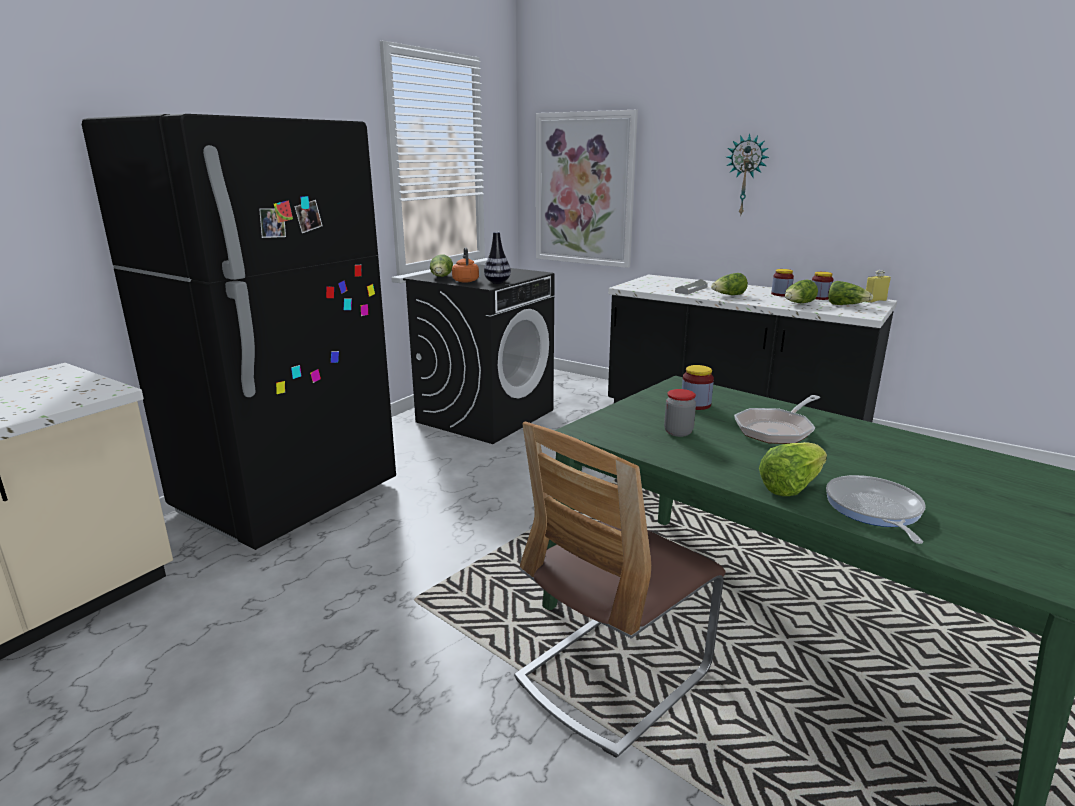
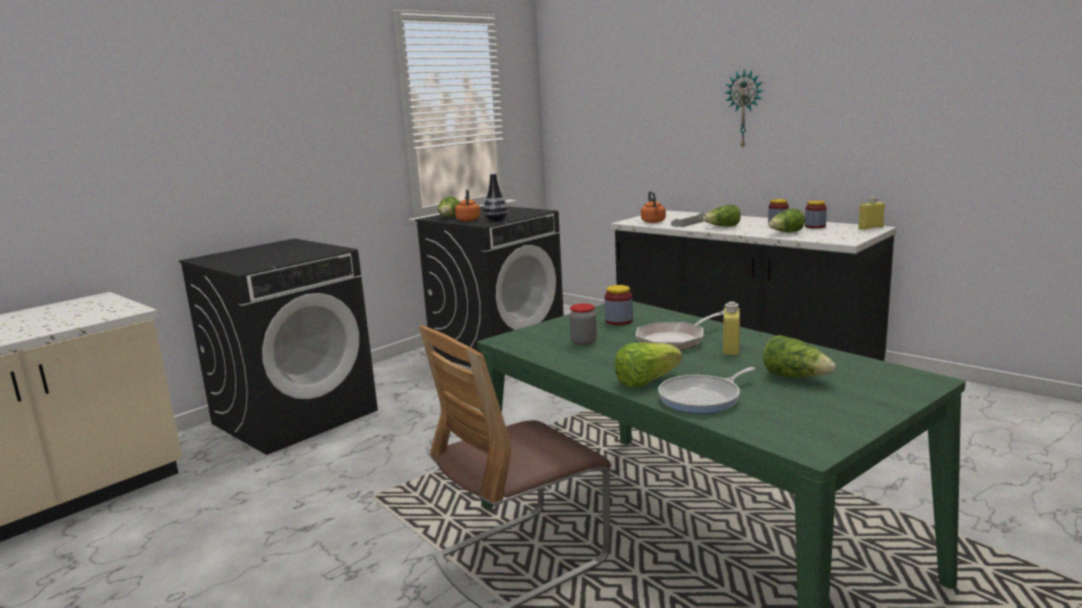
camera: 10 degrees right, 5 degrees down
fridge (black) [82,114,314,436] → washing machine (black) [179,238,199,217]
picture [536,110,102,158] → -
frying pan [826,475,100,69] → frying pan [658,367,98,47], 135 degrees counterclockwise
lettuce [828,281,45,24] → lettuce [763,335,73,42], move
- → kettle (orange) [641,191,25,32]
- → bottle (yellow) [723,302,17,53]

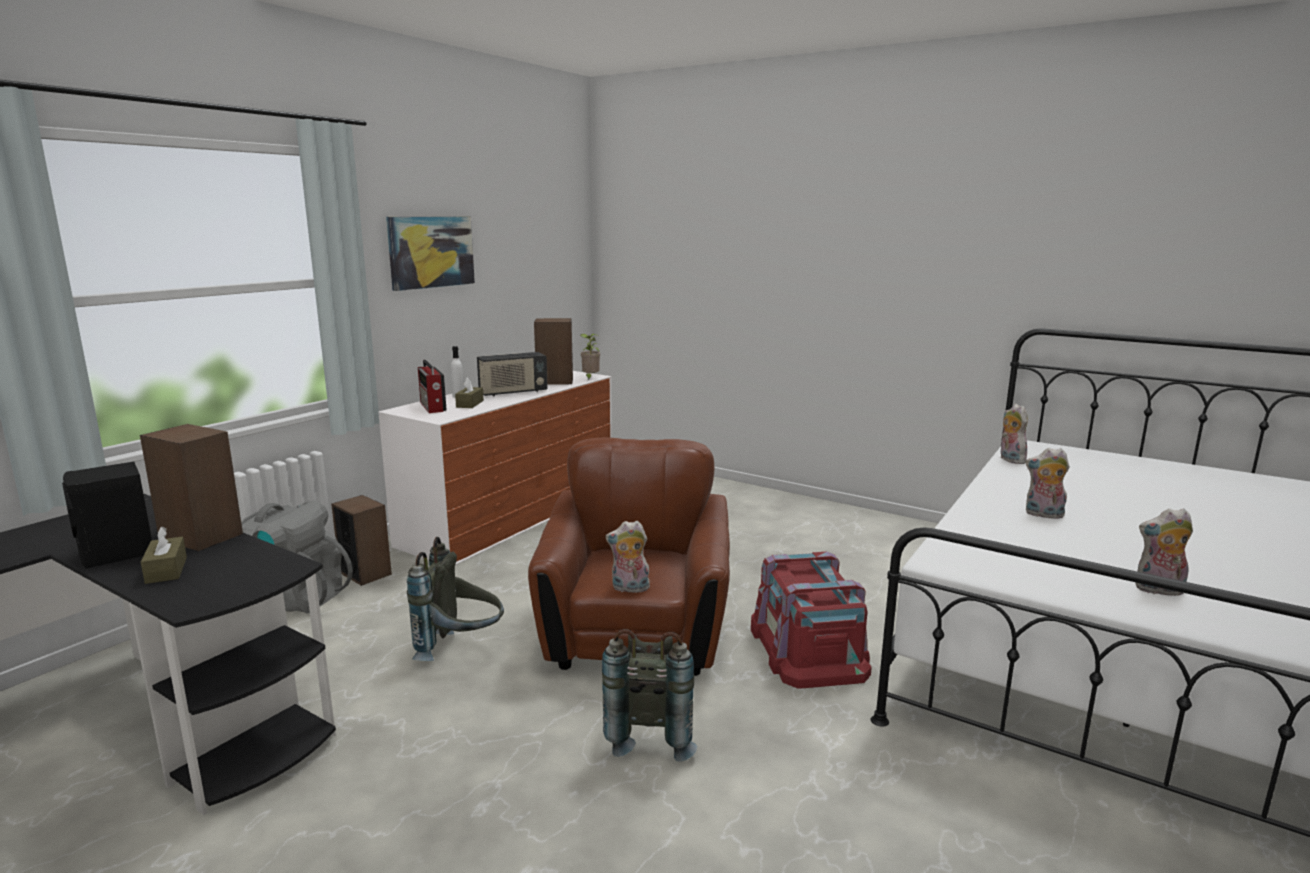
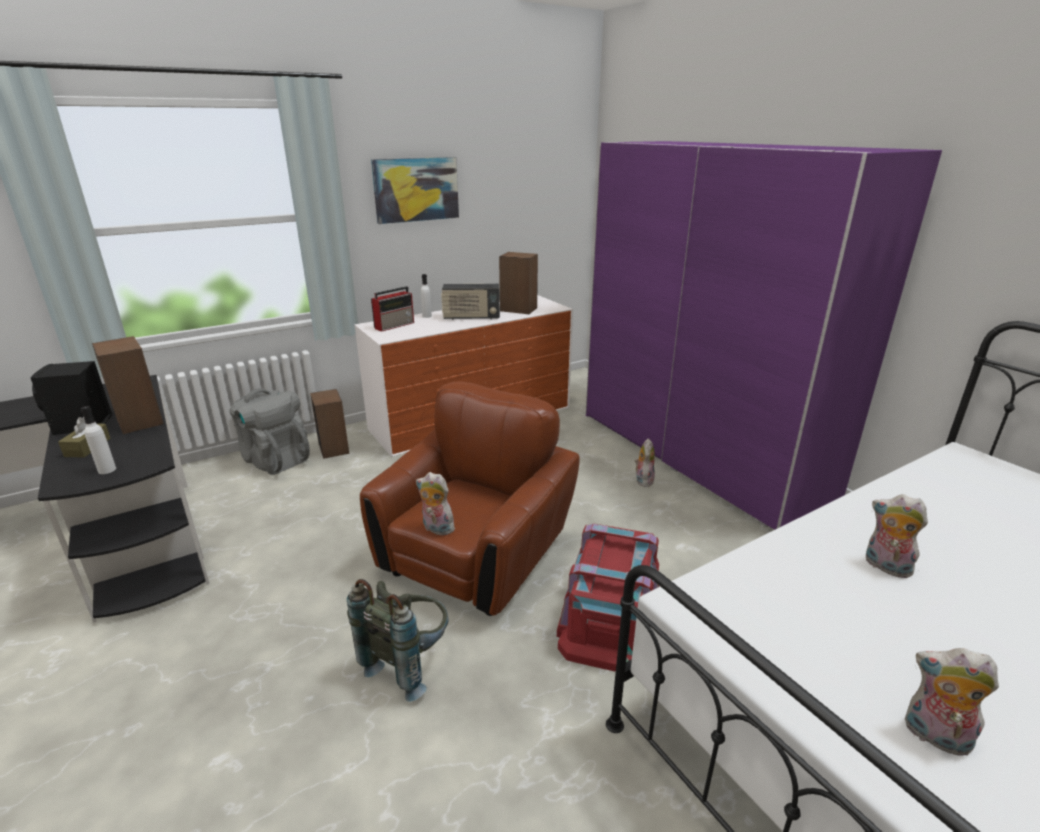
camera: 25 degrees right, 10 degrees up
backpack (grey) [407,537,97,124] → -
radio [418,360,28,53] → radio [371,286,43,46], 135 degrees counterclockwise
tissue box (brown) [455,377,29,31] → -
potted plant [580,334,20,46] → -
plush toy [1001,404,27,60] → plush toy [634,438,21,49], move
- → bottle (white) [81,406,35,68]
- → wardrobe (purple) [586,141,356,389]

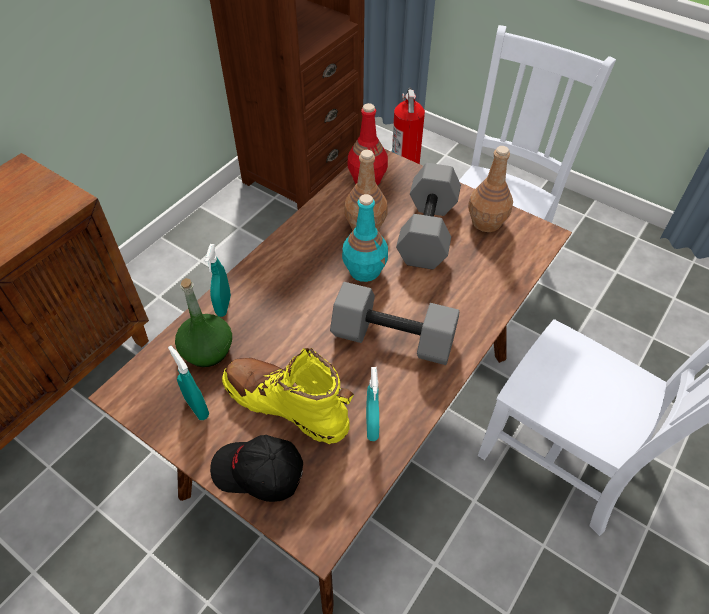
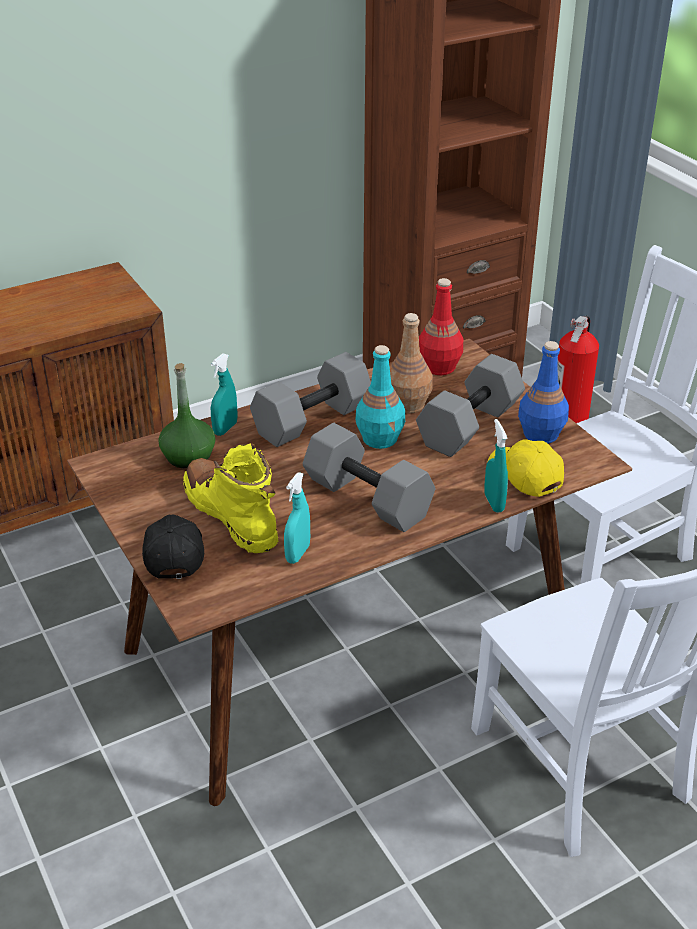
camera: 25 degrees right, 15 degrees down
spray bottle (turquoise) [168,346,41,74] → spray bottle (turquoise) [484,419,24,94], move
cap (black) [210,435,93,67] → cap (black) [142,514,62,65], 45 degrees clockwise
bottle (brown) [468,146,45,86] → bottle (blue) [518,341,51,103]
- → dumbbell (grey) [250,352,121,95]
- → cap (yellow) [488,439,76,58]

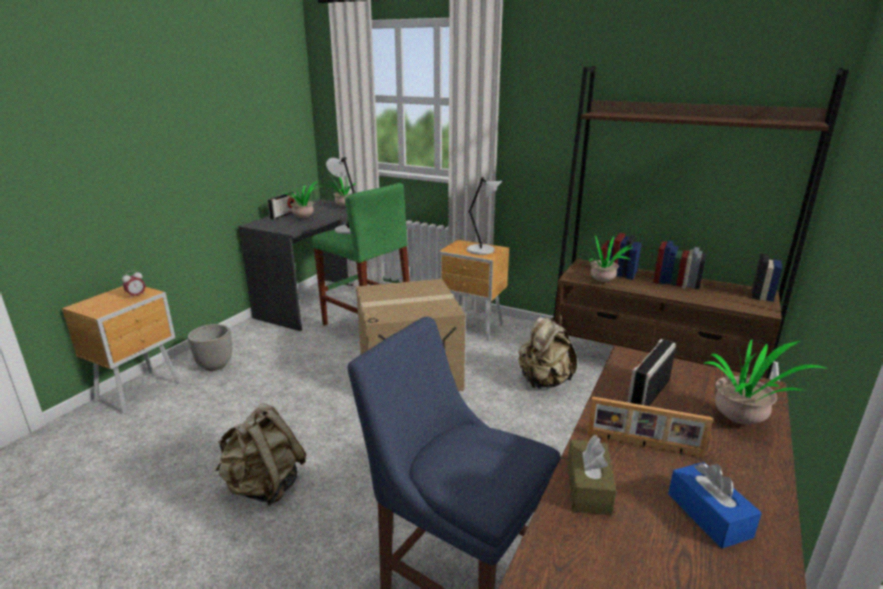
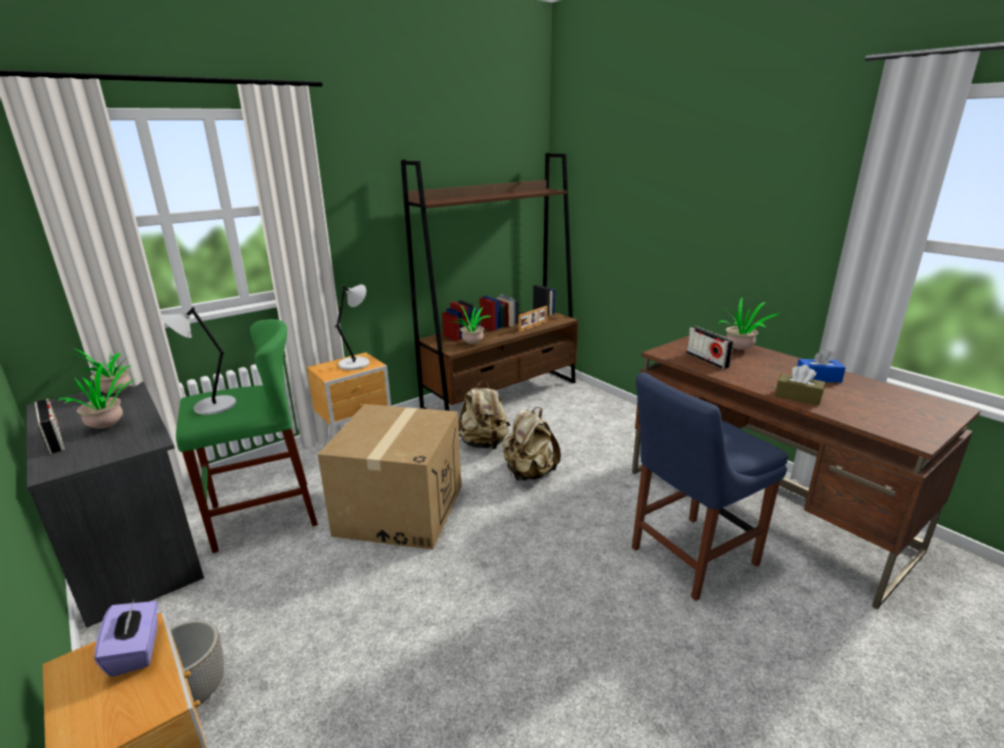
camera: 65 degrees left, 0 degrees up
alarm clock [122,270,23,29] → tissue box (purple) [94,600,64,77]
backpack (beige) [215,403,92,103] → backpack (beige) [502,407,59,74], move
picture frame [587,396,126,62] → picture frame [519,306,29,26], move

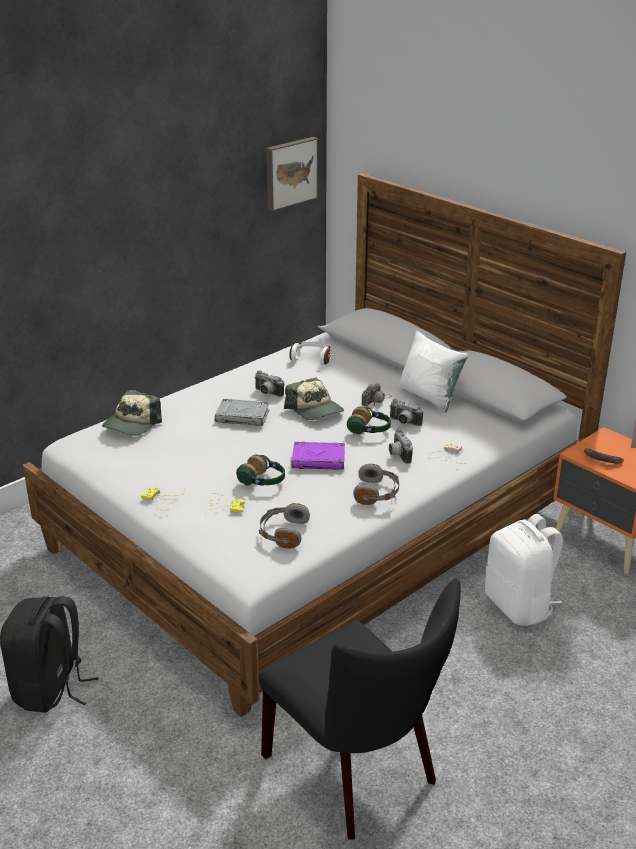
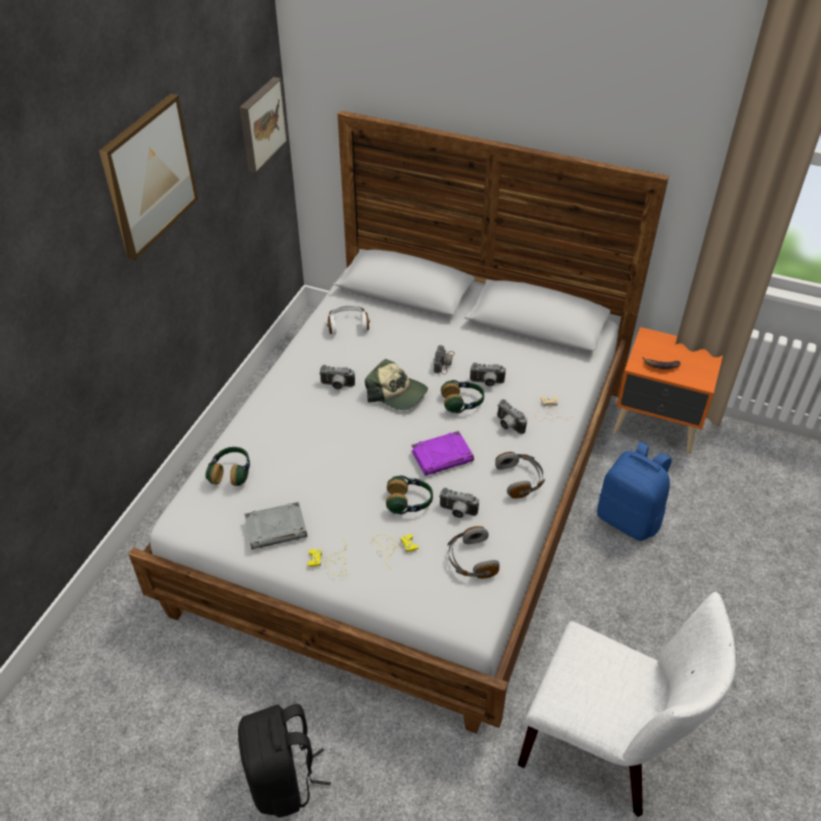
camera: 25 degrees left, 15 degrees up
cap [102,390,60,46] → headphones [206,447,44,39]
book (grey) [215,399,55,27] → book (grey) [244,502,63,47], move
chair (black) [259,578,202,262] → chair (white) [518,592,218,225]
pillow (white) [399,330,70,83] → -
backpack (white) [485,514,78,112] → backpack (blue) [597,442,75,99]
- → picture [99,94,99,166]
- → photo camera [439,488,40,30]

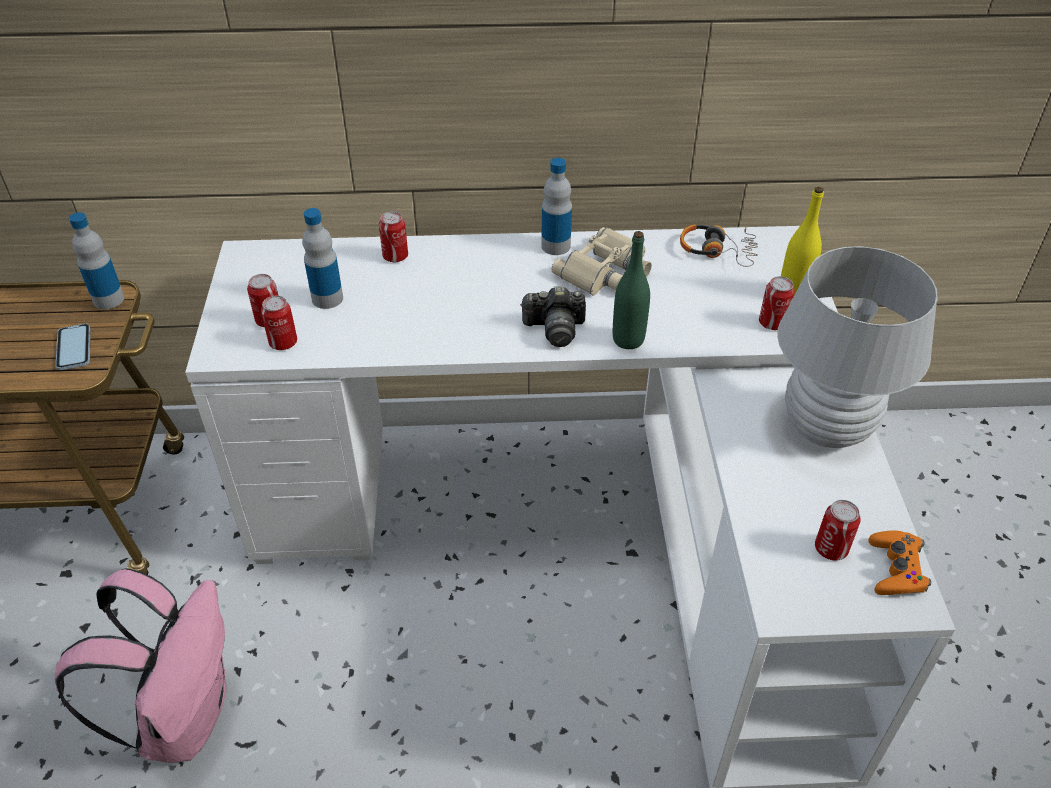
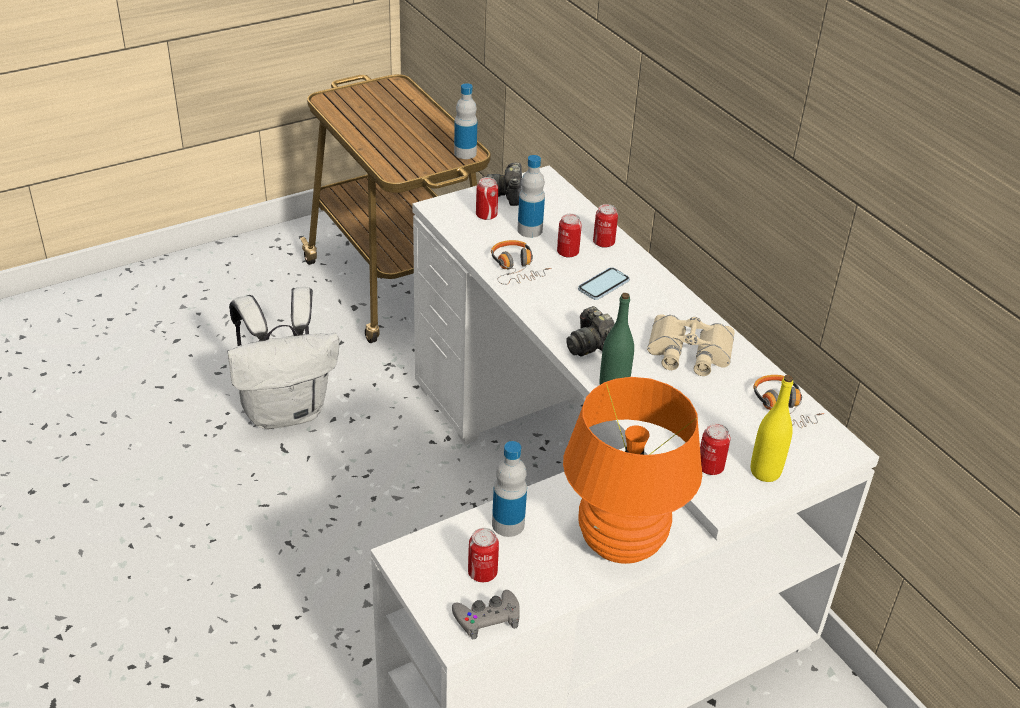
camera: 60 degrees right, 5 degrees down
phone [55,324,36,46] → phone [578,267,52,33], move
backpack (pink) [55,568,172,195] → backpack (white) [228,287,111,142]
can [261,296,36,54] → can [557,214,25,44], move
bottle [541,158,31,97] → bottle [492,441,35,96], move
table lamp (white) [777,246,161,202] → table lamp (orange) [563,377,139,187]
game controller (orange) [868,530,63,65] → game controller (grey) [452,590,68,49]
- → photo camera [482,163,40,43]
- → headphones [491,240,61,45]

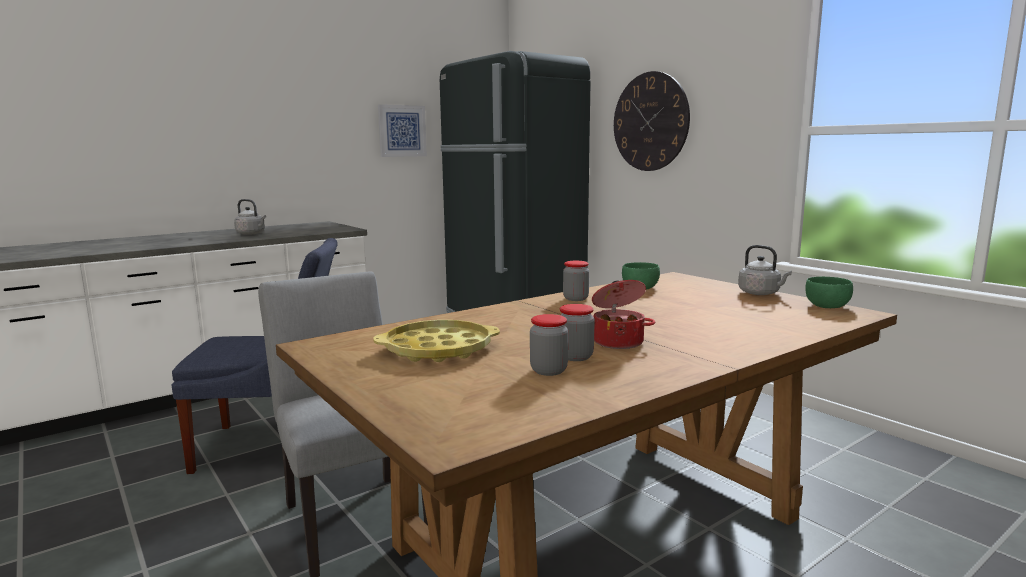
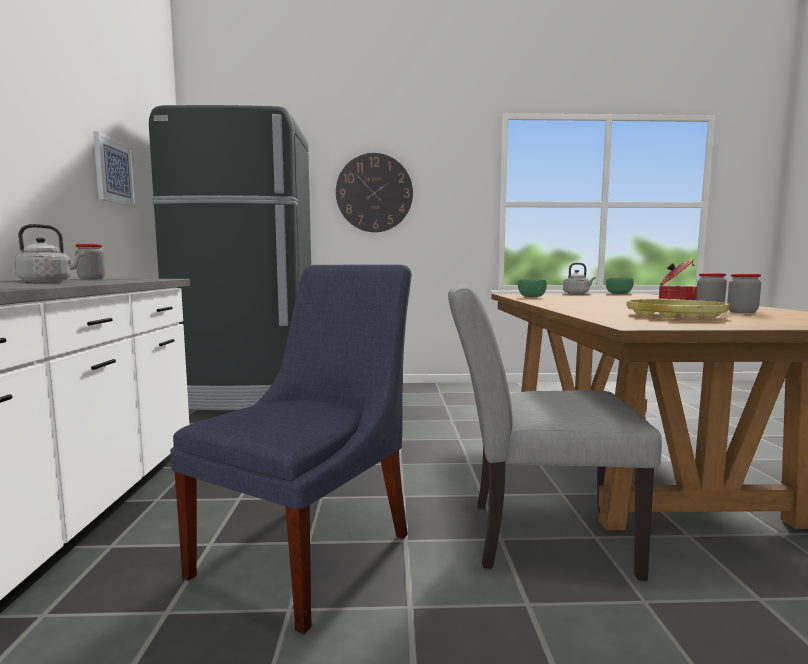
camera: 55 degrees left, 5 degrees down
jar [563,261,26,40] → jar [75,244,30,36], move

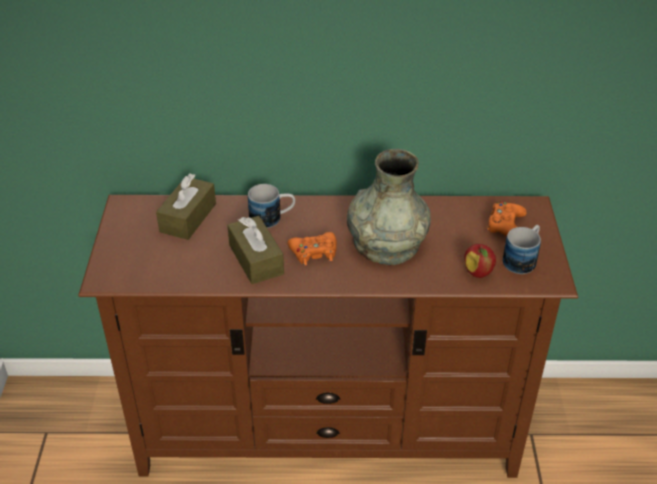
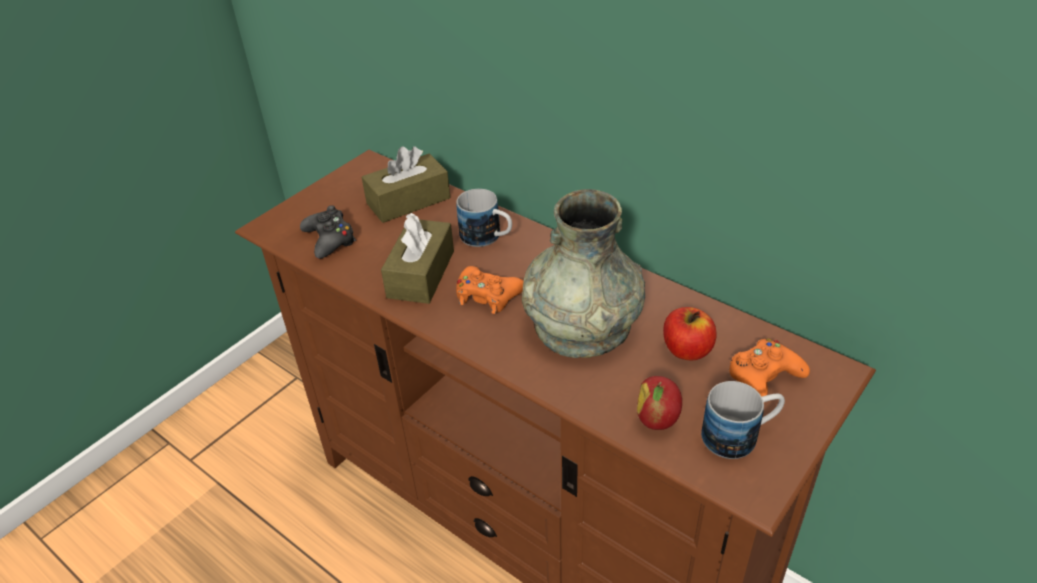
camera: 40 degrees right, 0 degrees up
- → game controller (black) [300,205,56,54]
- → apple [663,307,54,54]

